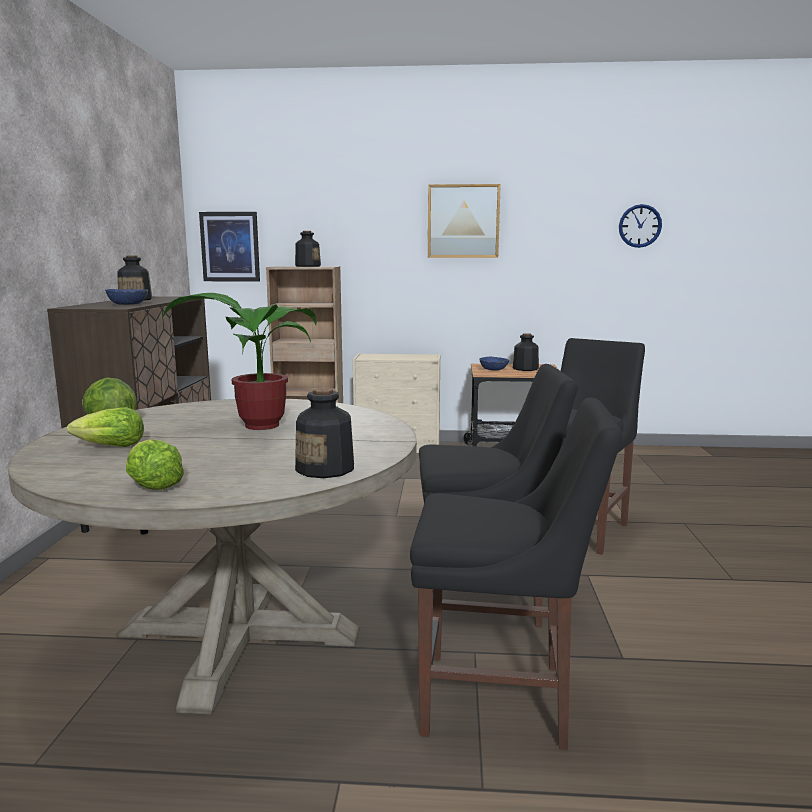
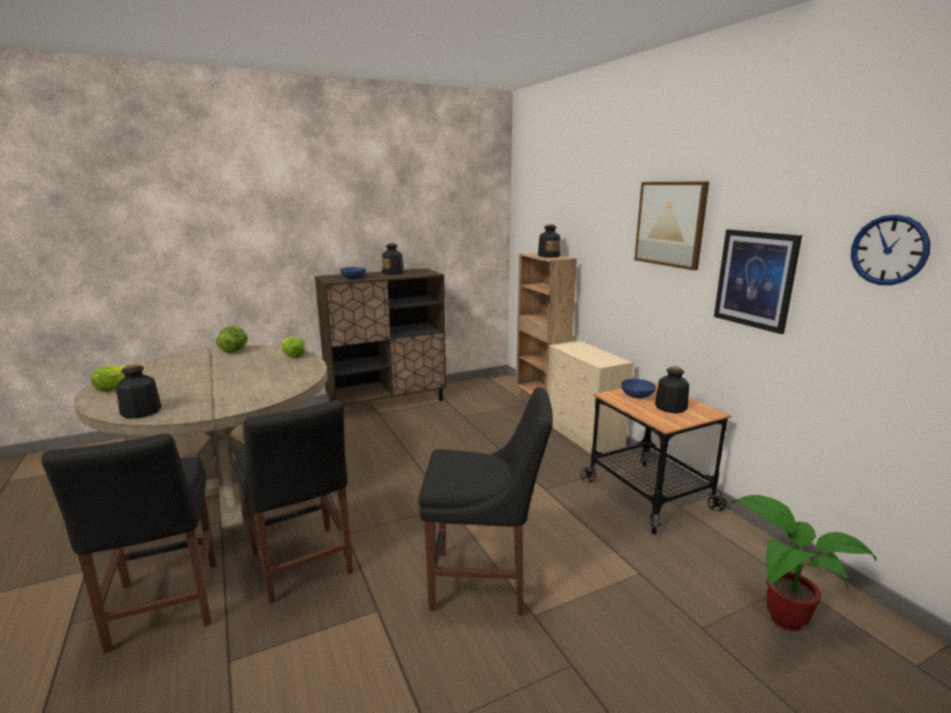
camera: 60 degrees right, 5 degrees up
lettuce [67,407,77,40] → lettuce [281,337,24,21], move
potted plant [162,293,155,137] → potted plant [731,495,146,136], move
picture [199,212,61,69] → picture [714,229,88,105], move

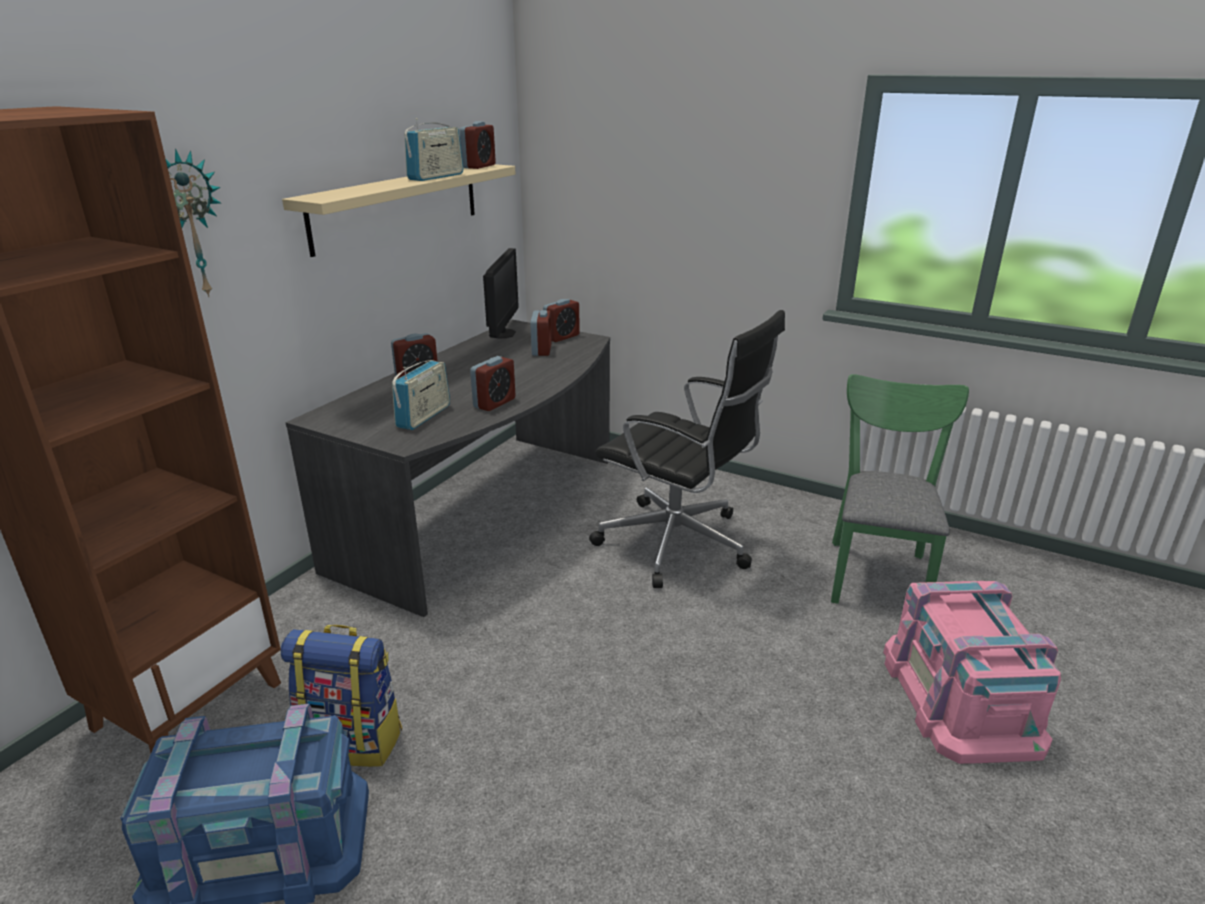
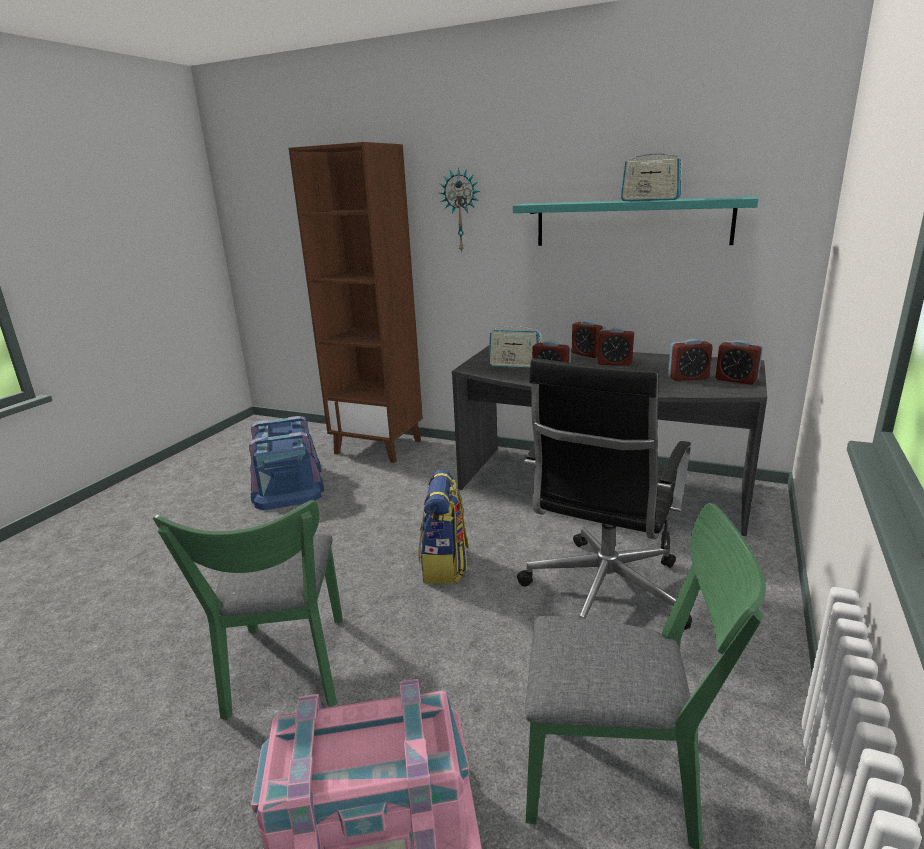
camera: 85 degrees right, 5 degrees down
backpack [281,625,121,142] → backpack [419,470,50,114], move
shelf (beige) [282,164,234,93] → shelf (turquoise) [513,197,245,49]
alarm clock [459,121,37,48] → alarm clock [598,327,36,39], move
monitor [483,248,35,91] → -
- → chair (green) [153,500,190,220]

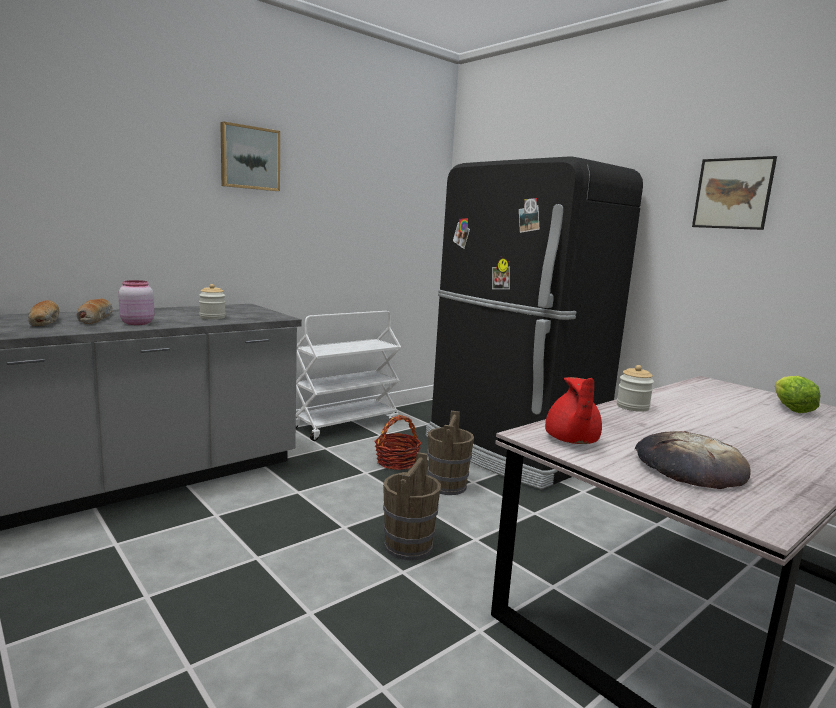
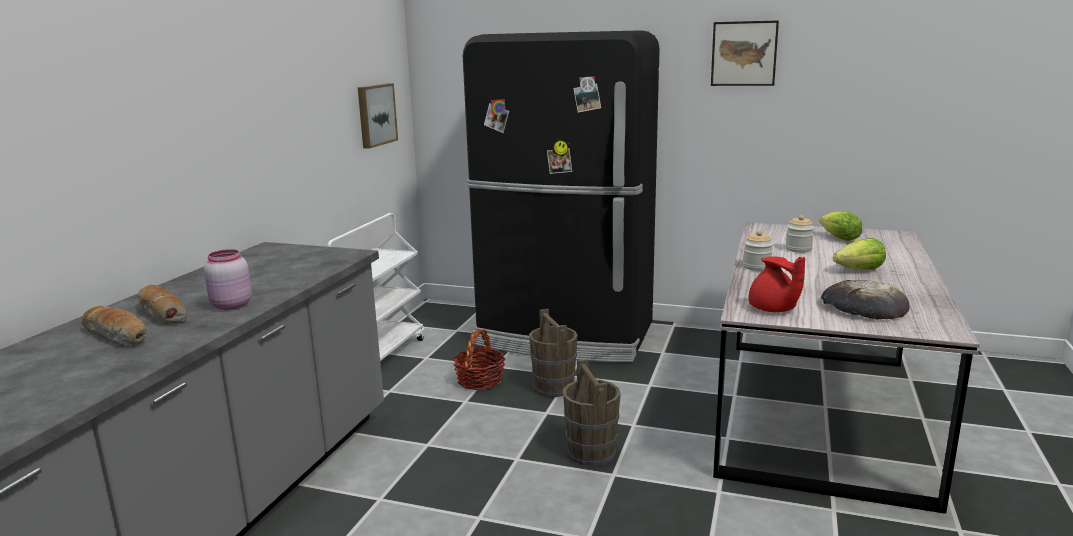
camera: 30 degrees left, 5 degrees up
jar [199,284,27,35] → jar [785,215,29,38], move
picture [220,121,60,70] → picture [358,83,40,66], move
- → lettuce [833,238,53,32]

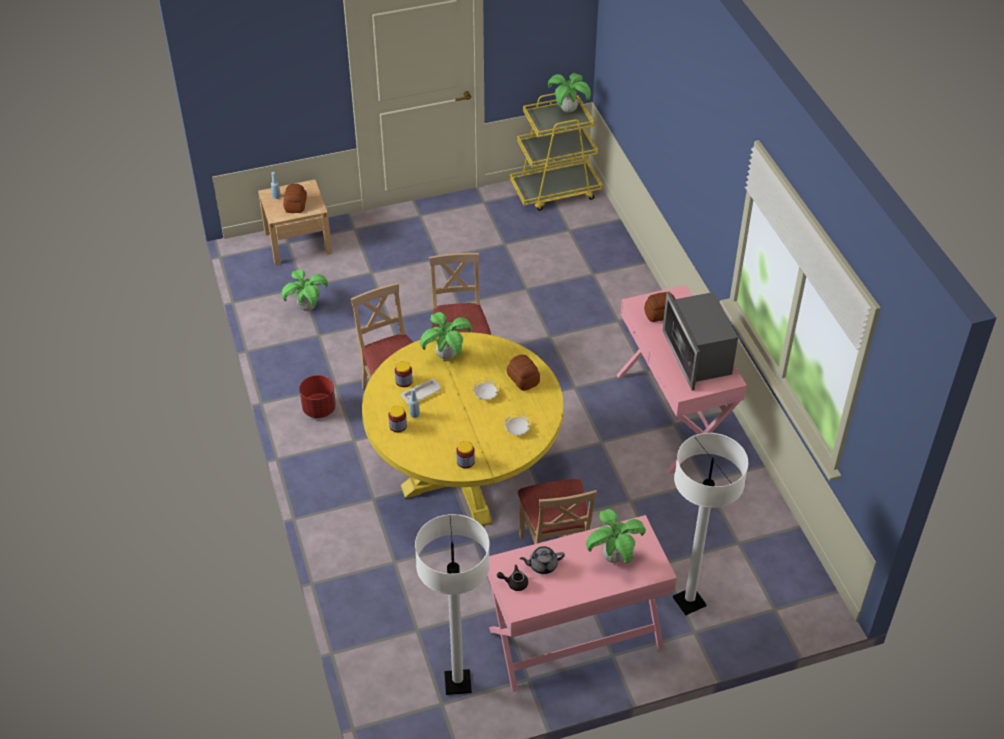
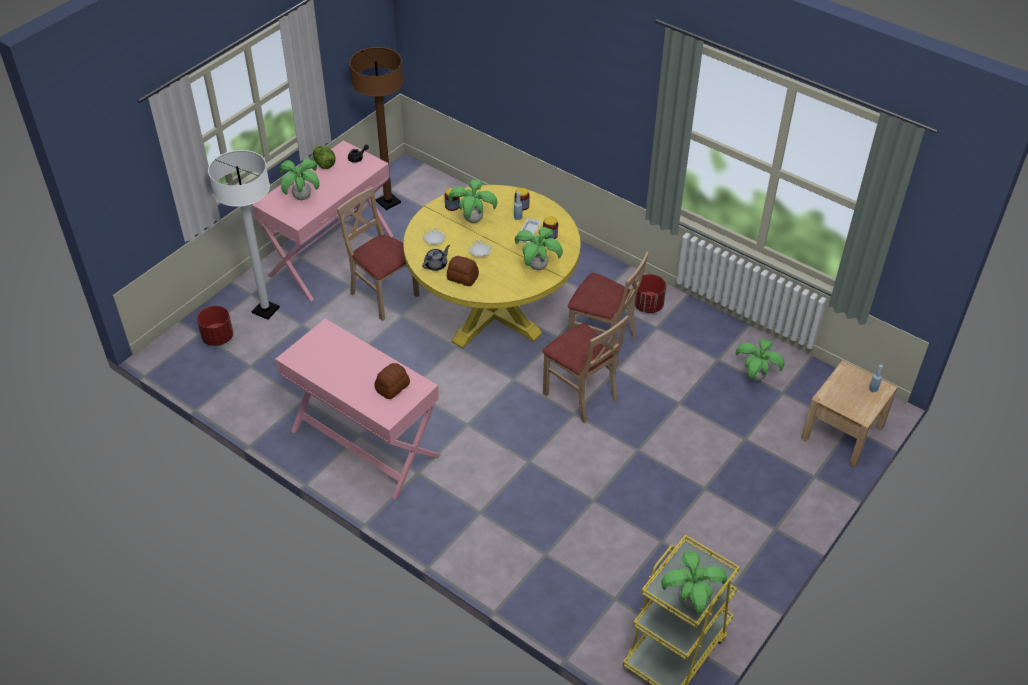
camera: 145 degrees right, 0 degrees up
bread [283,184,24,29] → -
floor lamp (white) [415,514,75,181] → floor lamp (brown) [350,47,53,163]
teapot (grey) [520,546,45,28] → teapot (grey) [422,245,28,26], move
microwave [662,291,76,100] → -
- → planter (red) [197,306,36,40]
- → lettuce [313,145,23,24]
- → potted plant [448,179,49,44]

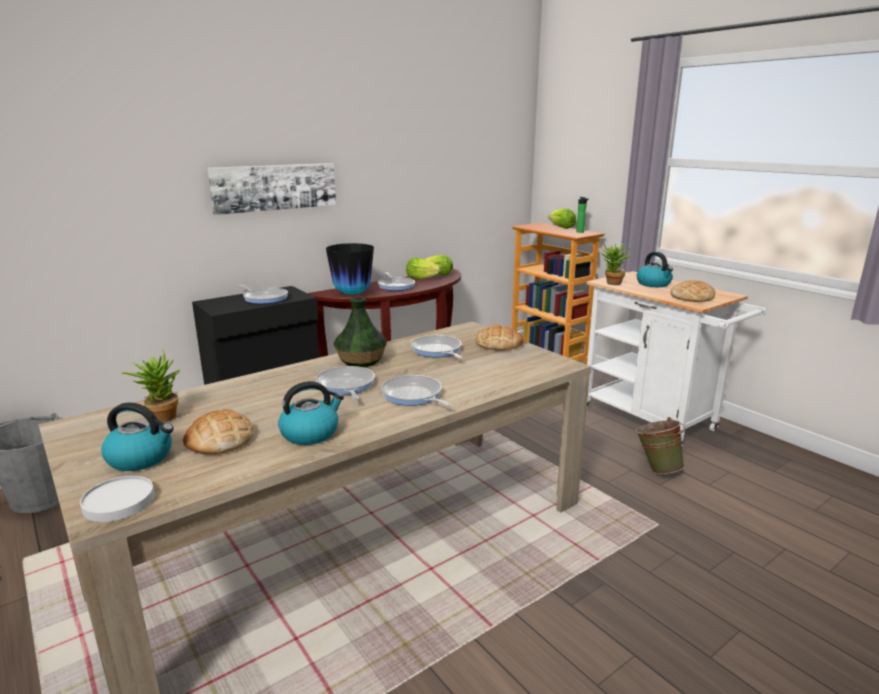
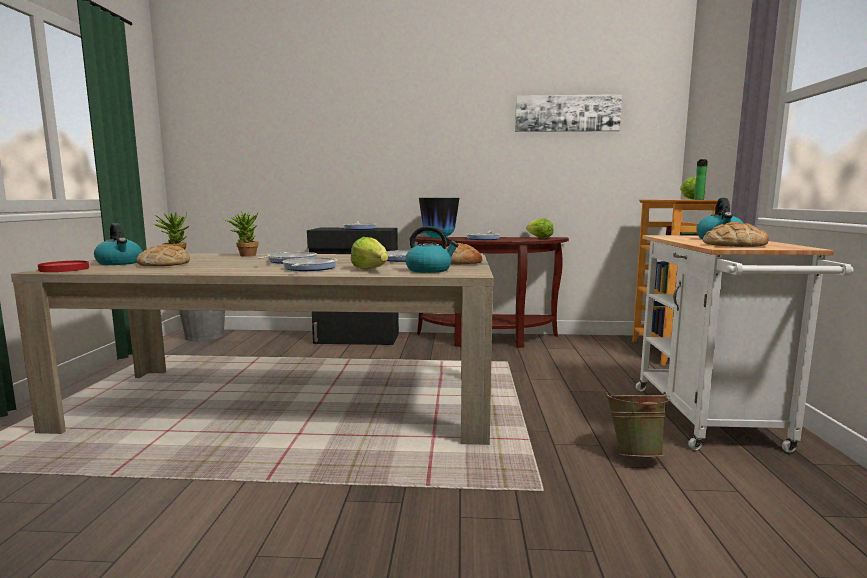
camera: 40 degrees right, 10 degrees down
plate (white) [80,476,74,46] → plate (red) [38,260,51,12]
picture [208,163,128,52] → picture [515,94,107,38], move
kettle [278,381,66,64] → kettle [405,226,53,47], move
vase [333,297,54,70] → -
lettuce [406,258,35,21] → lettuce [351,237,37,33], move
potted plant [602,243,30,42] → potted plant [224,211,34,46], move

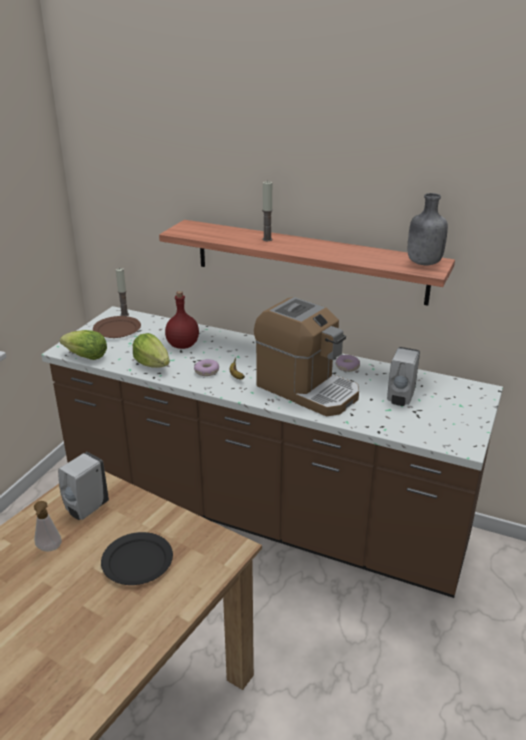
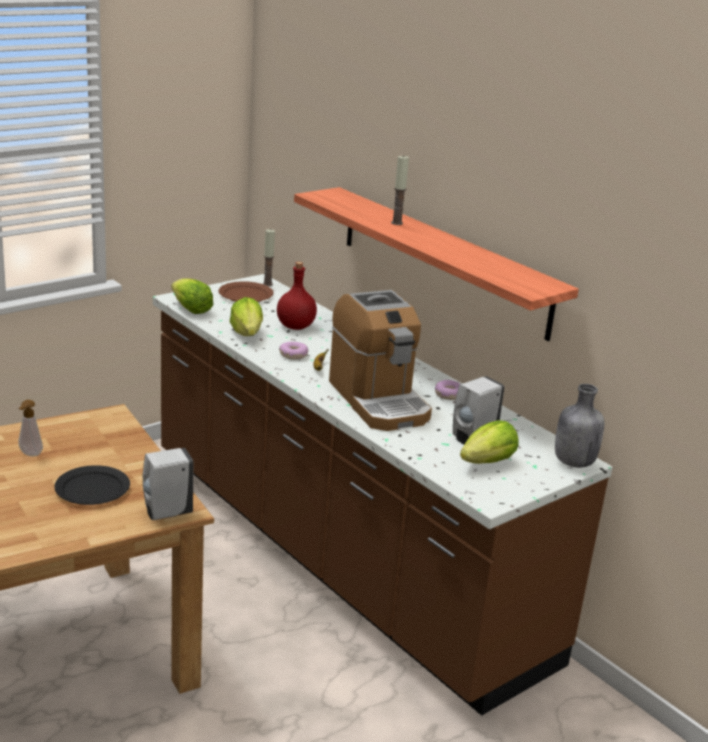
camera: 25 degrees right, 5 degrees down
soap dispenser (white) [58,452,51,68] → soap dispenser (white) [143,448,51,72], move
bottle (grey) [408,193,40,72] → bottle (grey) [555,384,49,84], move
- → lettuce [460,421,59,43]

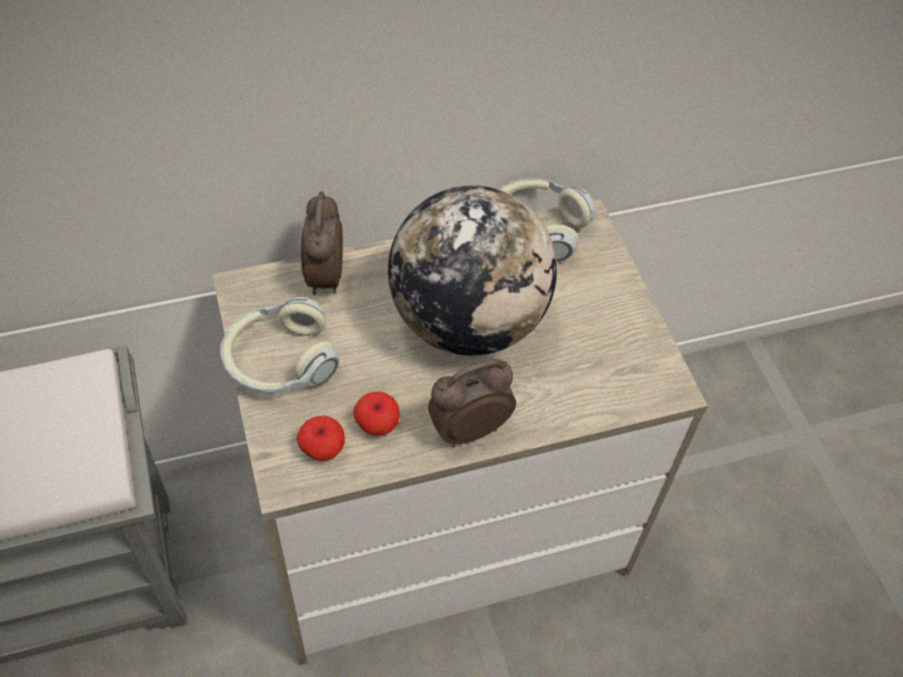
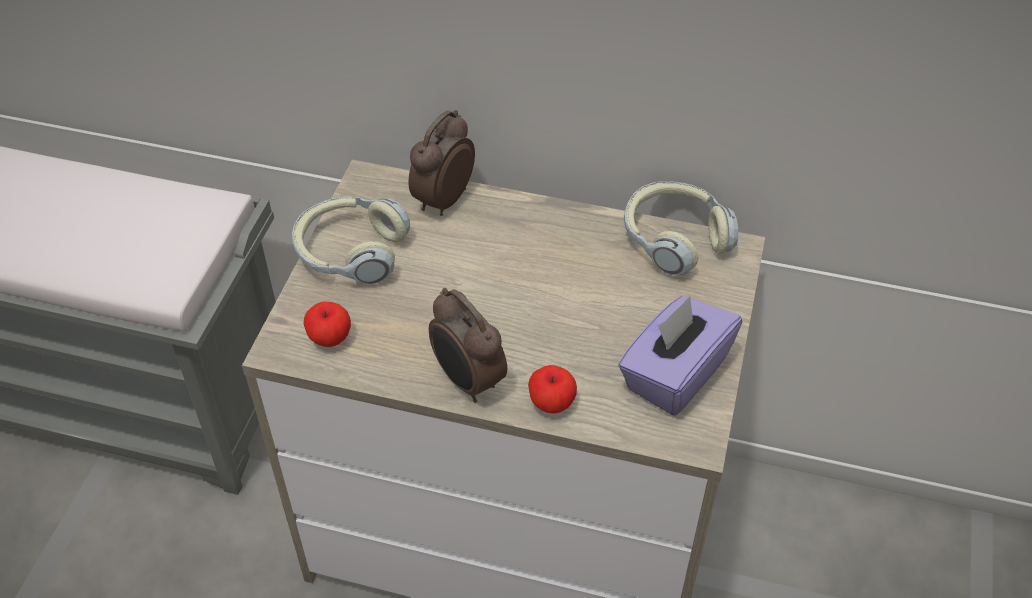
camera: 35 degrees right, 5 degrees down
apple [353,392,47,44] → apple [528,365,49,48], move
globe [388,185,169,171] → -
alarm clock [428,359,88,88] → alarm clock [429,288,78,115], 135 degrees counterclockwise
- → tissue box (purple) [618,296,124,120]

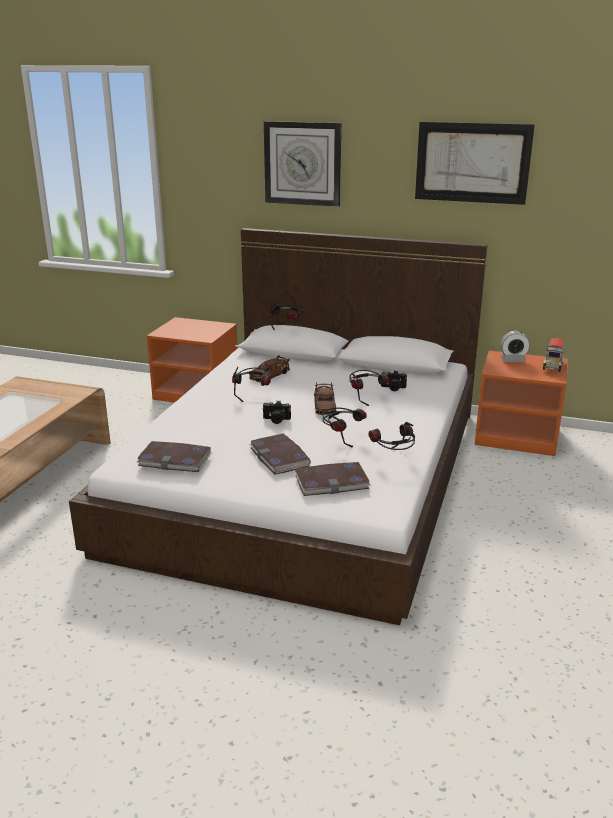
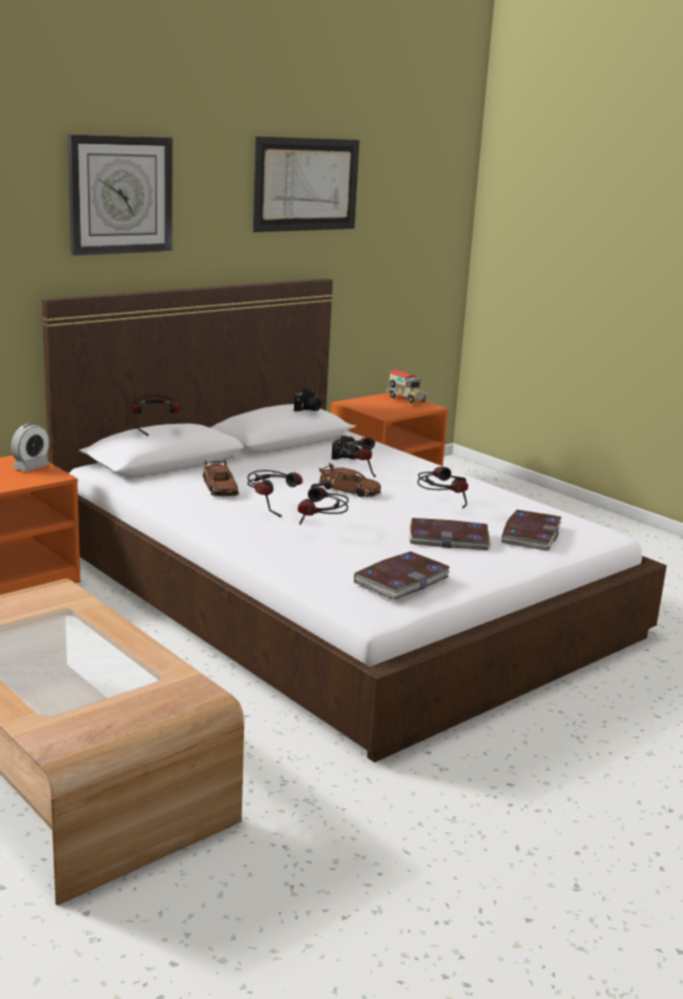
camera: 60 degrees left, 5 degrees down
photo camera [262,401,29,23] → photo camera [294,389,27,23], move
headphones [369,422,46,28] → headphones [298,483,51,42], move
alarm clock [500,331,30,31] → alarm clock [11,424,39,48], move

